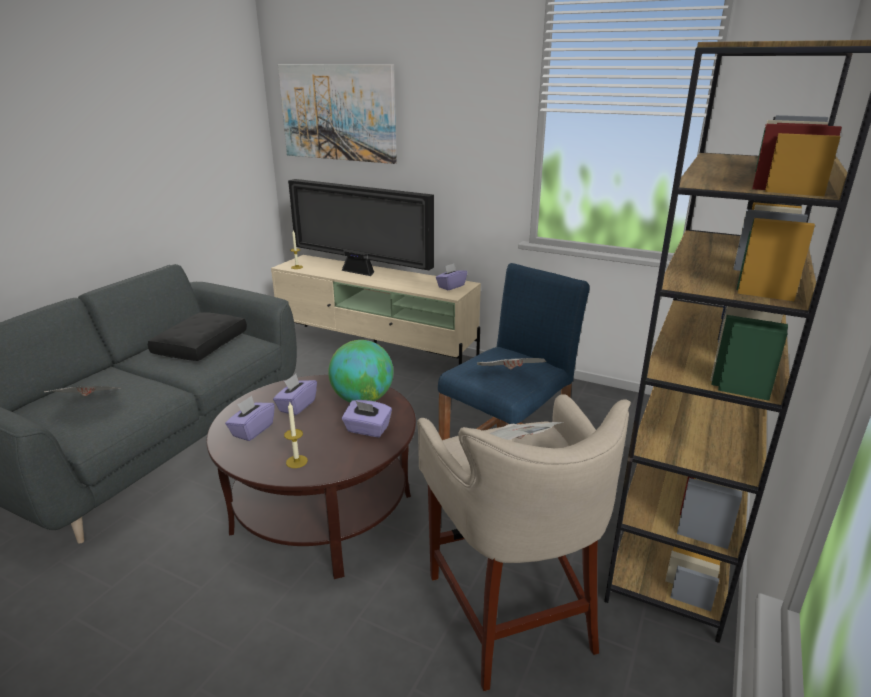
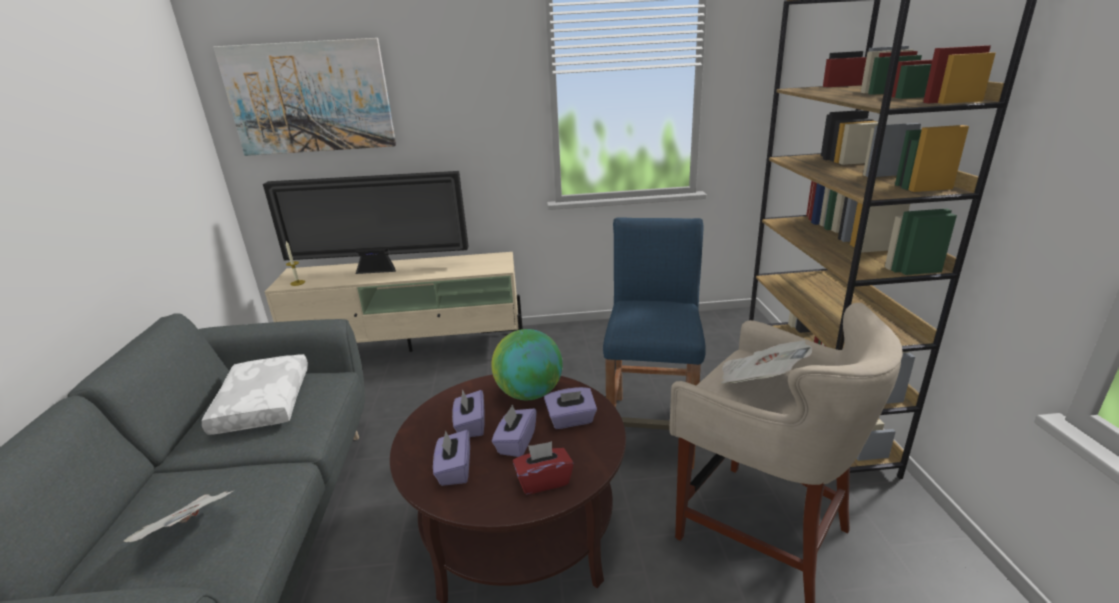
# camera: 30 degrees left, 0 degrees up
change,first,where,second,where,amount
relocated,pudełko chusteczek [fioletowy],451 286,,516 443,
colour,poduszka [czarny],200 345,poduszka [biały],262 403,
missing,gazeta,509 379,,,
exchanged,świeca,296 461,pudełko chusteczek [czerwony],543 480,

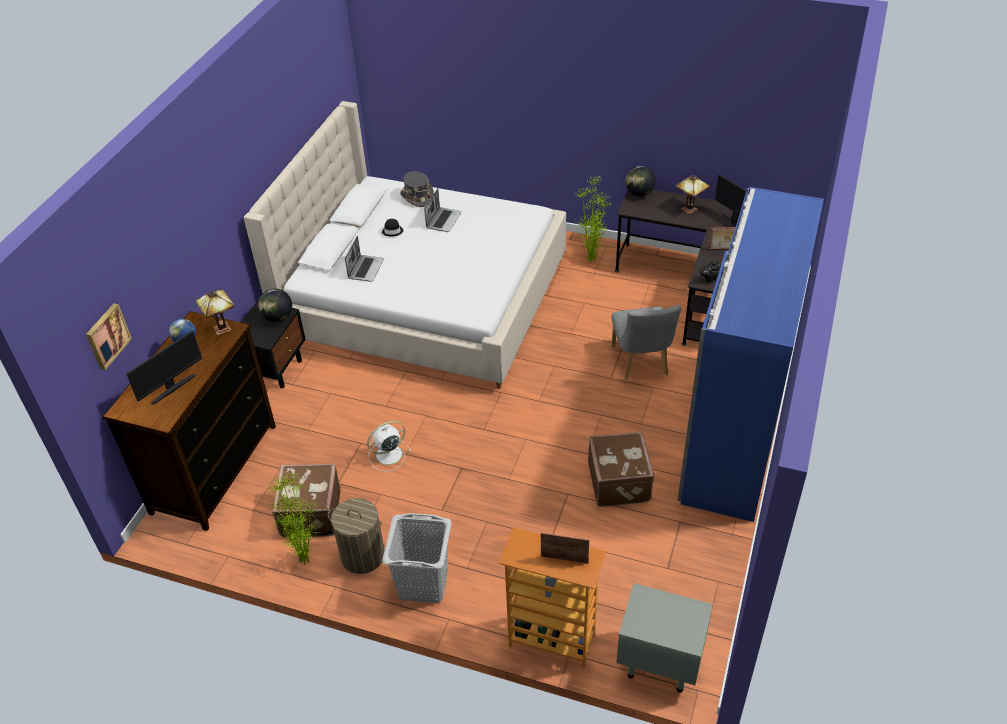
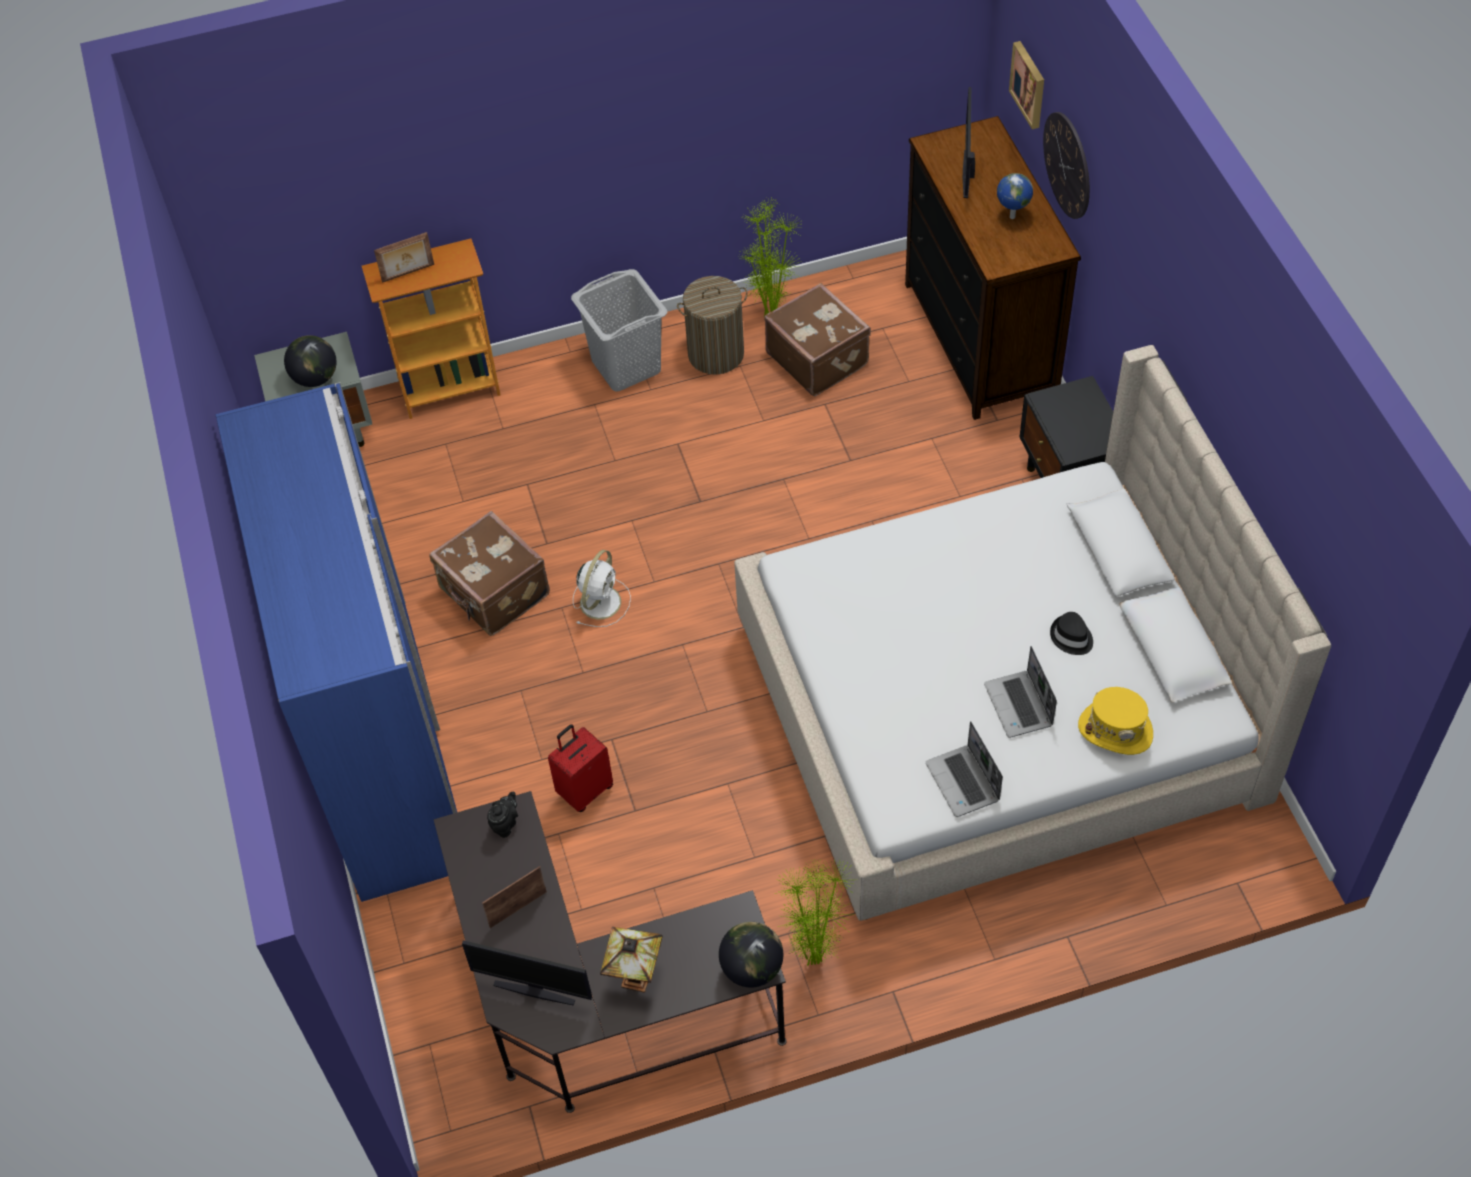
# camera: 145 degrees right, 10 degrees up
change,first,where,second,where,amount
colour,kapelusz [szary],417 197,kapelusz [żółty],1115 730,
relocated,laptop,365 269,,963 782,
missing,lampa stołowa,221 328,,,
relocated,globus,278 317,,315 378,
exchanged,krzesło [szary],641 363,walizka [czerwony],584 790,
relocated,wentylator [biały],387 455,,601 601,
appeared,,,zegar ścienny,1067 165,

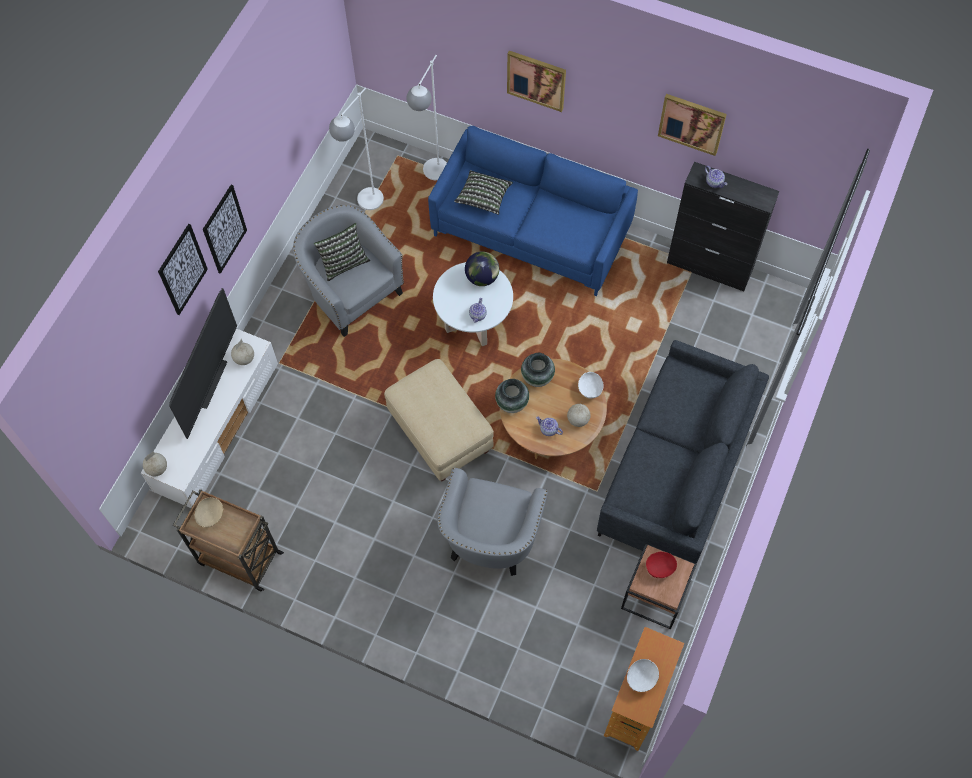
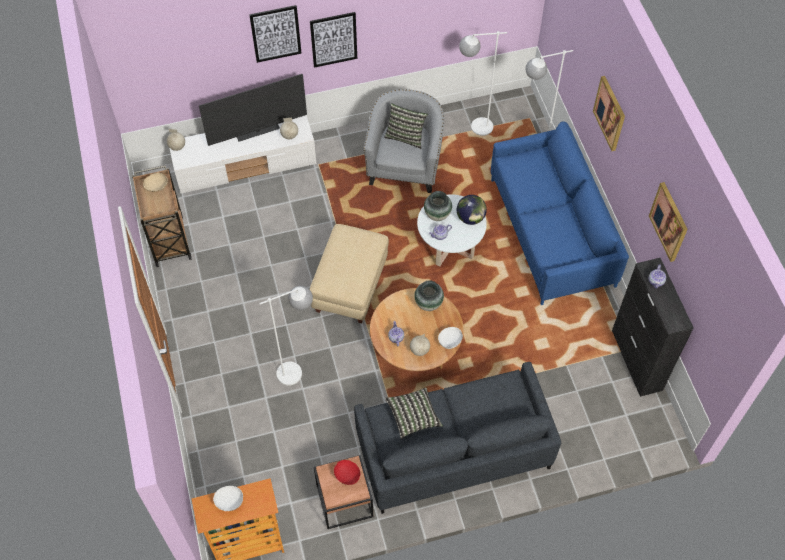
# camera: 50 degrees right, 5 degrees down
change,first,where,second,where,amount
relocated,poduszka,483 198,,413 416,
relocated,wazon,511 404,,437 215,
exchanged,fotel [szary],490 541,lampa stojąca [biały],298 370,

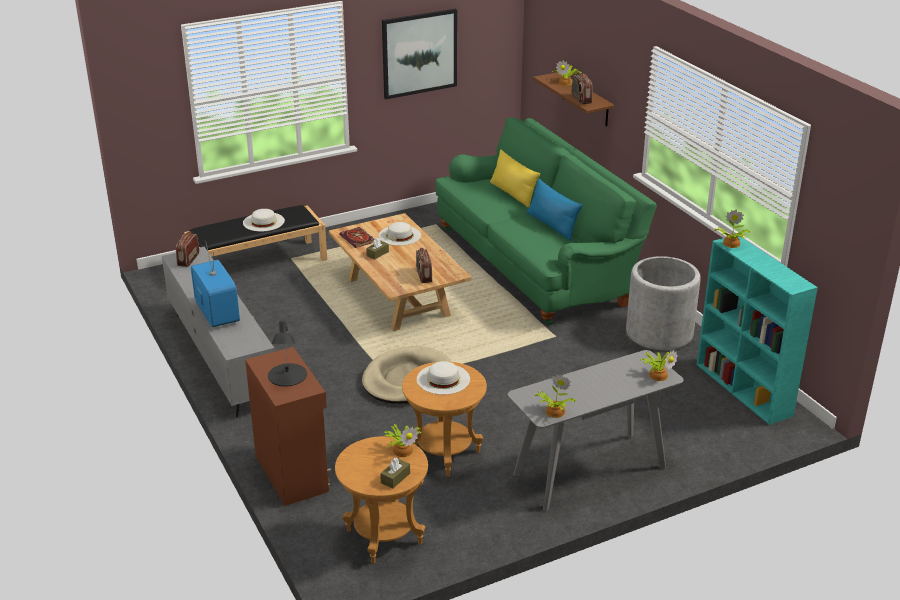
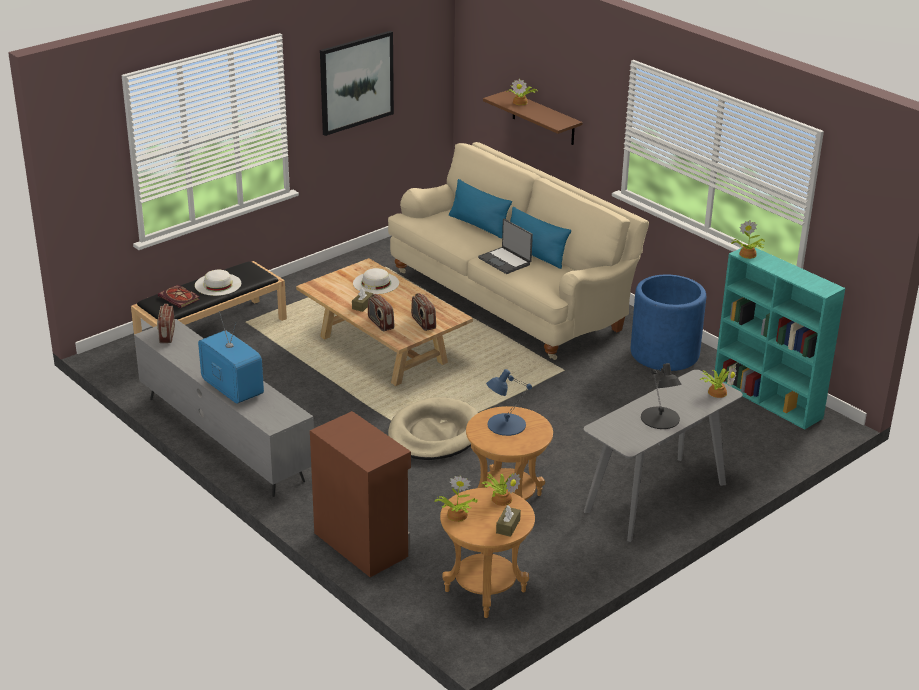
# camera: 15 degrees left, 0 degrees up
change,first,where,second,where,amount
relocated,radio,581 99,,380 323,
colour,kanapa [zielony],535 265,kanapa [beżowy],510 298,
colour,poduszka [żółty],513 194,poduszka [niebieski],478 225,
relocated,książka,358 239,,180 298,
colour,donica [szary],659 333,donica [niebieski],664 354,
relocated,lampa stołowa [czarny],287 375,,660 418,
exchanged,kapelusz [biały],443 379,lampa stołowa [niebieski],505 424,
relocated,roślina doniczkowa,554 412,,456 515,
appeared,,,laptop,505 261,

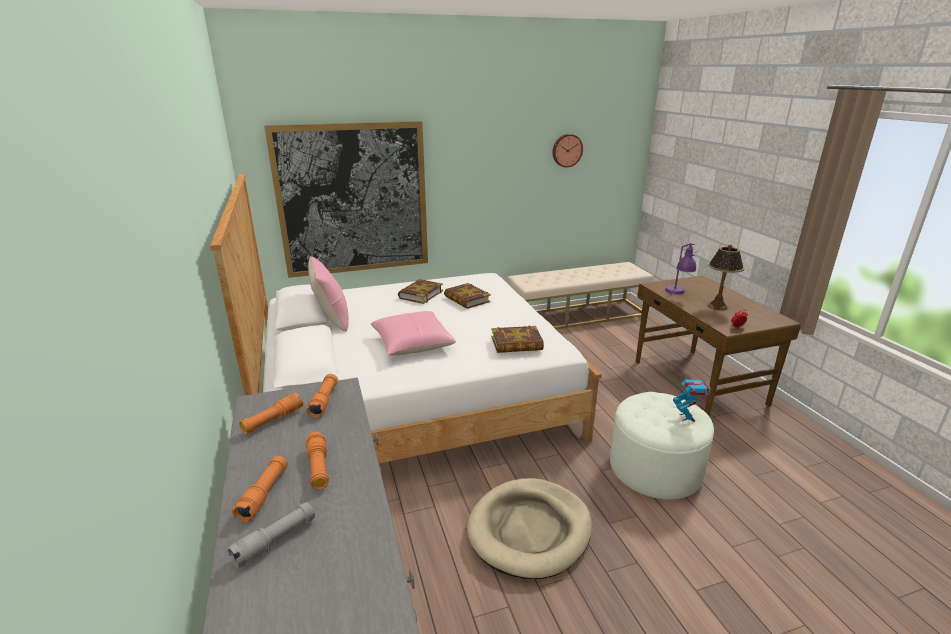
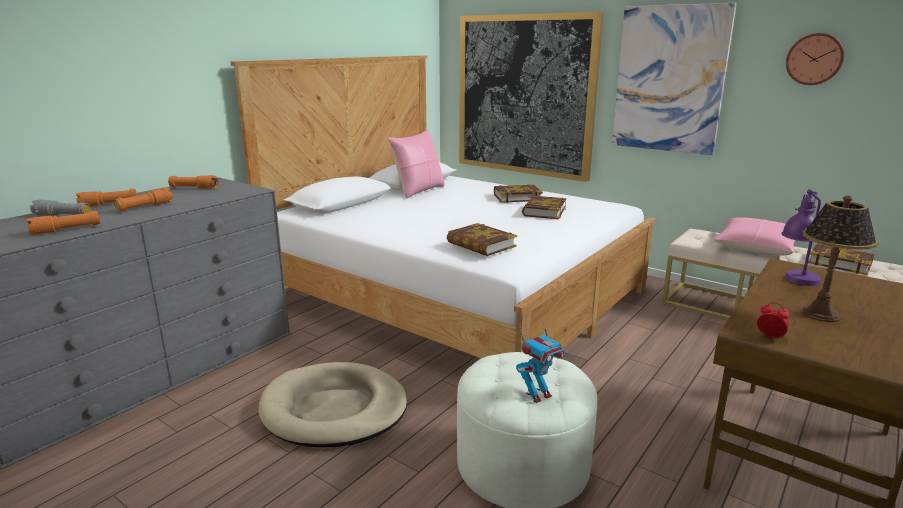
# camera: 55 degrees right, 5 degrees down
change,first,where,second,where,amount
relocated,poduszka [różowy],412 343,,755 247,
relocated,latarka [pomarańczowy],324 401,,66 230,
appeared,,,obraz,669 79,
appeared,,,książka,839 263,

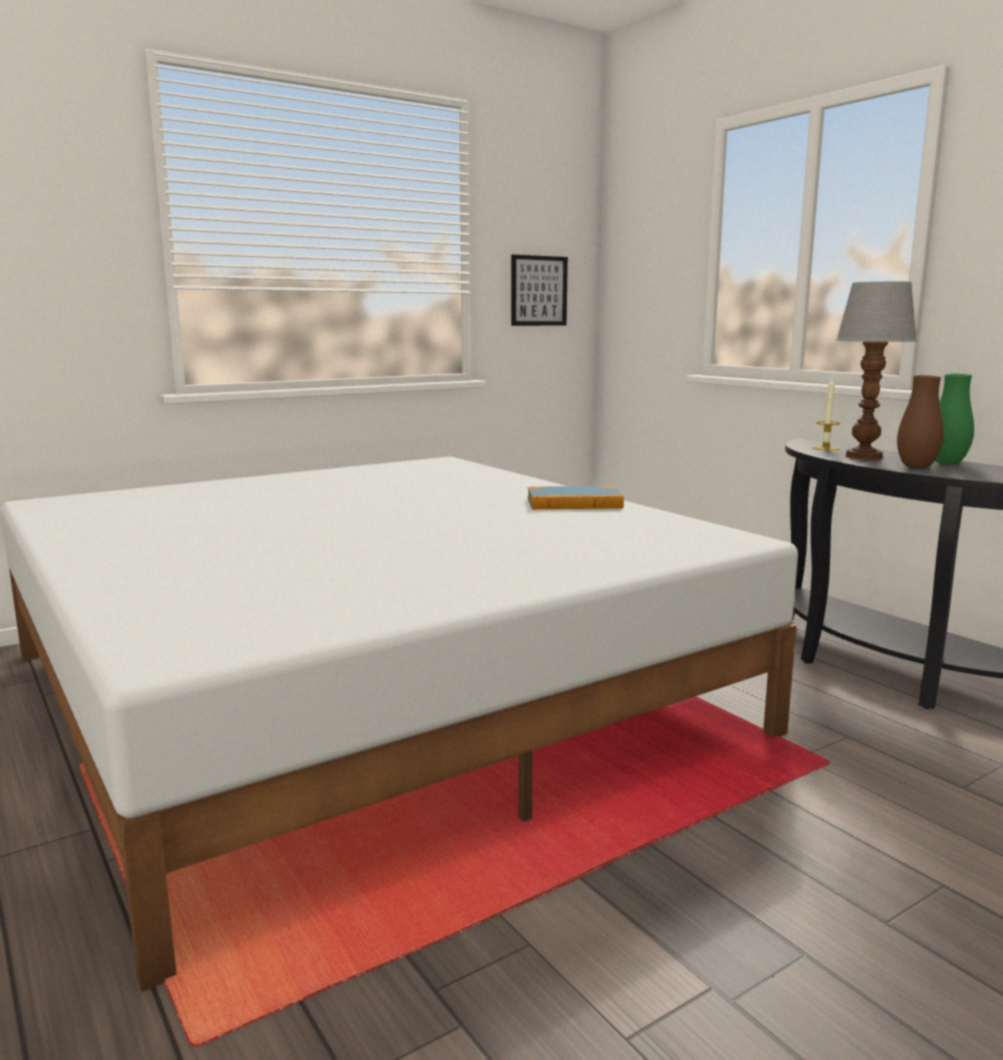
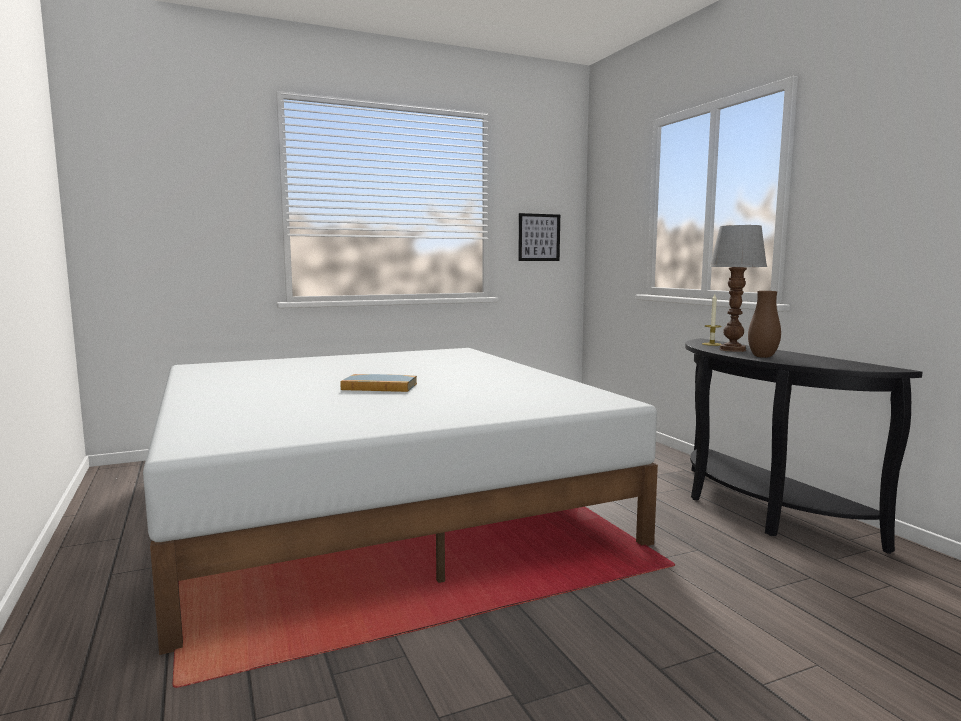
# camera: 10 degrees right, 5 degrees down
change,first,where,second,where,amount
missing,wazon [zielony],947 463,,,
relocated,książka,574 503,,379 387,

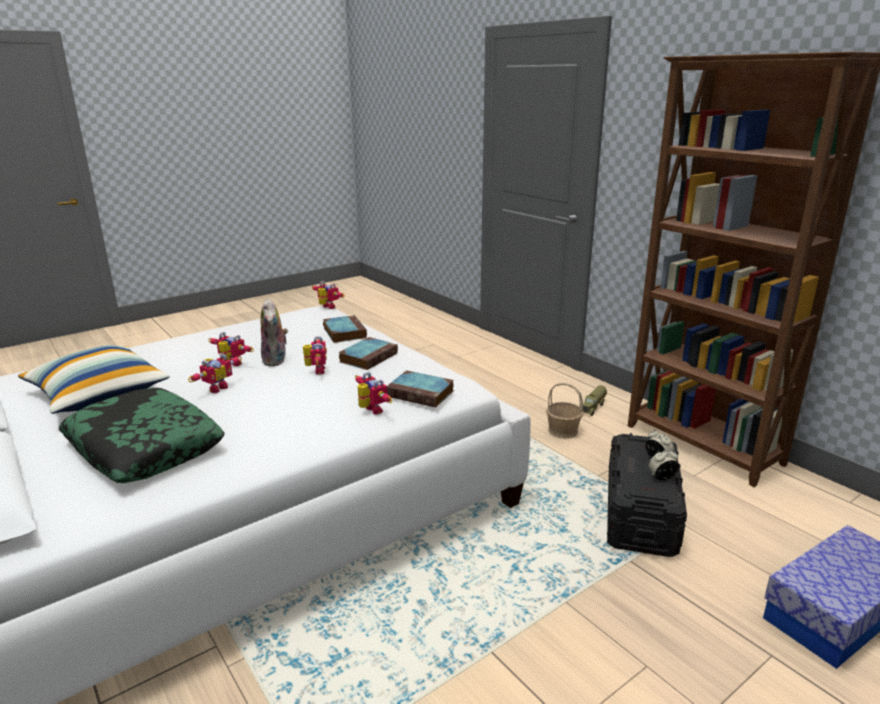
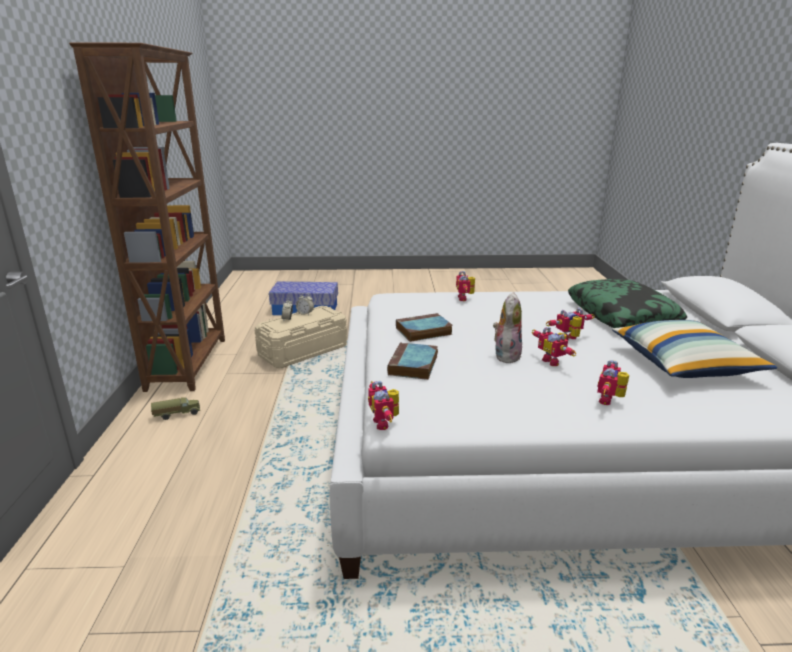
# camera: 145 degrees left, 0 degrees up
change,first,where,second,where,amount
relocated,robot zabawkowy,316 371,,610 401,
missing,książka,422 393,,,
missing,koszyk,563 431,,,
colour,pojemnik do przechowywania [czarny],640 513,pojemnik do przechowywania [beżowy],303 351,

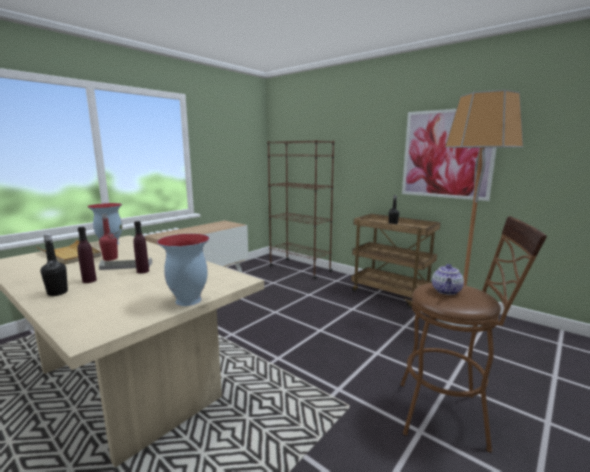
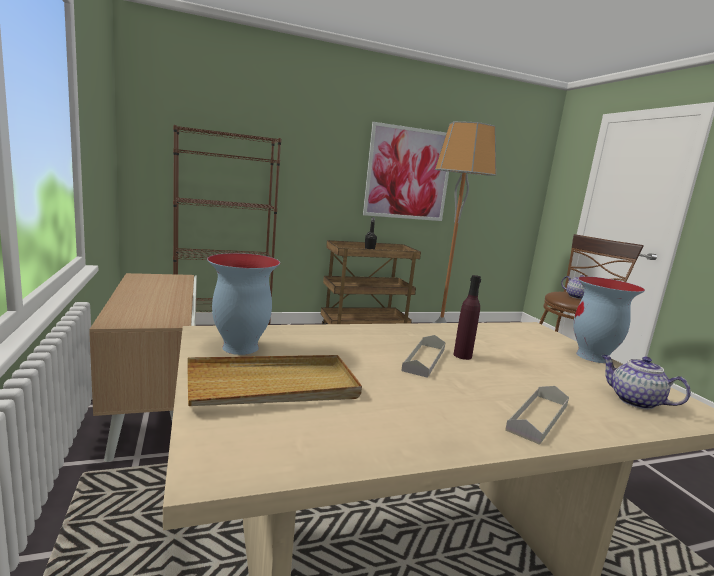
# camera: 60 degrees left, 0 degrees up
change,first,where,second,where,amount
missing,butelka [czerwony],110 259,,,
missing,butelka [fioletowy],89 281,,,
exchanged,butelka [czarny],57 293,taca [szary],538 417,
appeared,,,imbryk,634 401,

